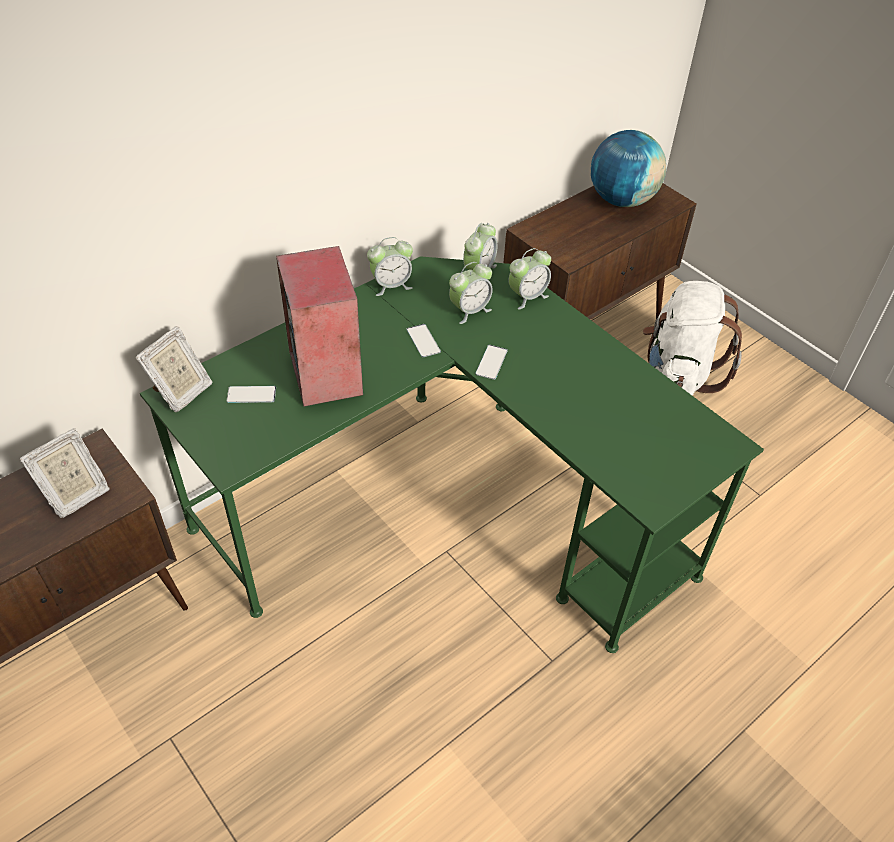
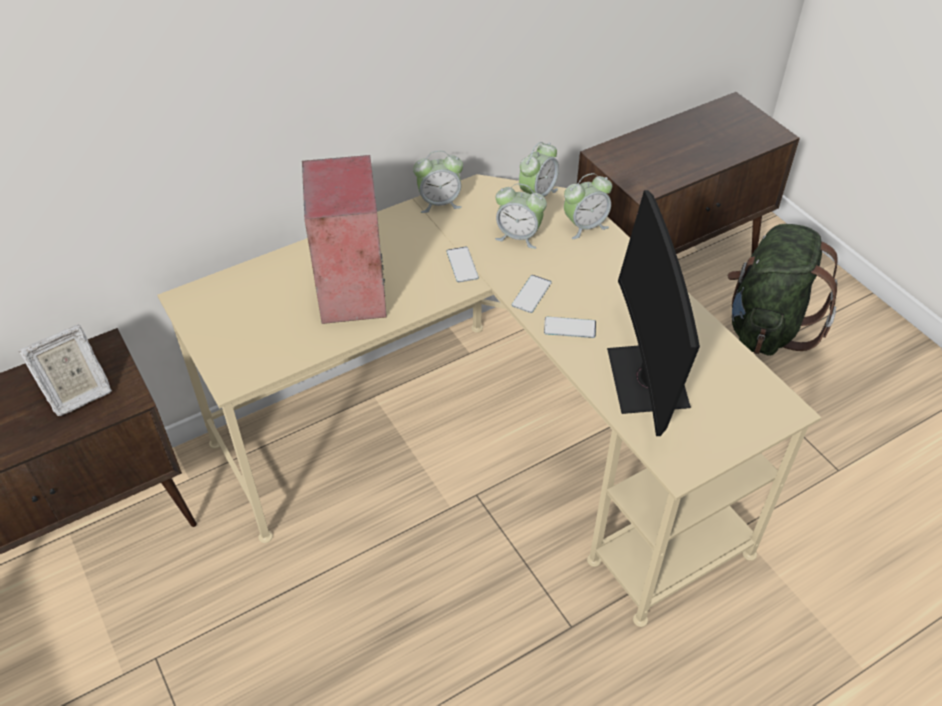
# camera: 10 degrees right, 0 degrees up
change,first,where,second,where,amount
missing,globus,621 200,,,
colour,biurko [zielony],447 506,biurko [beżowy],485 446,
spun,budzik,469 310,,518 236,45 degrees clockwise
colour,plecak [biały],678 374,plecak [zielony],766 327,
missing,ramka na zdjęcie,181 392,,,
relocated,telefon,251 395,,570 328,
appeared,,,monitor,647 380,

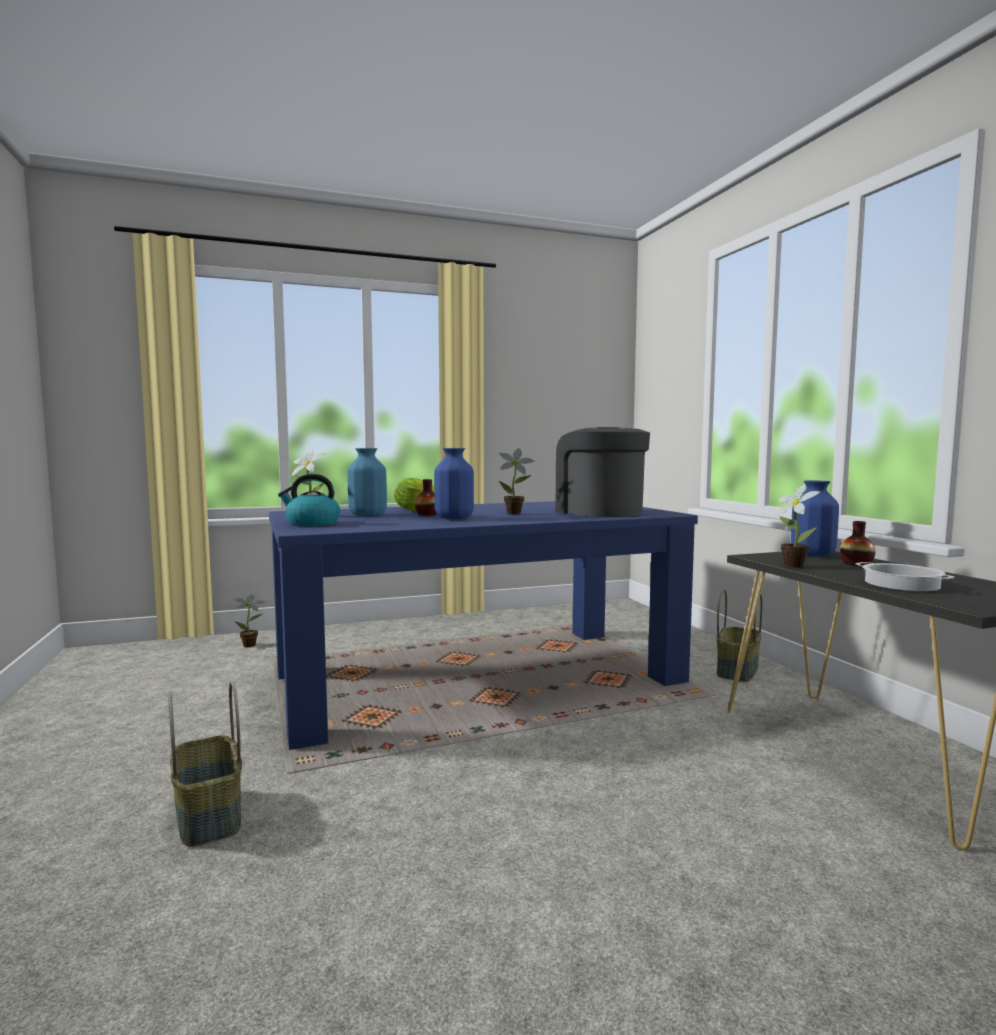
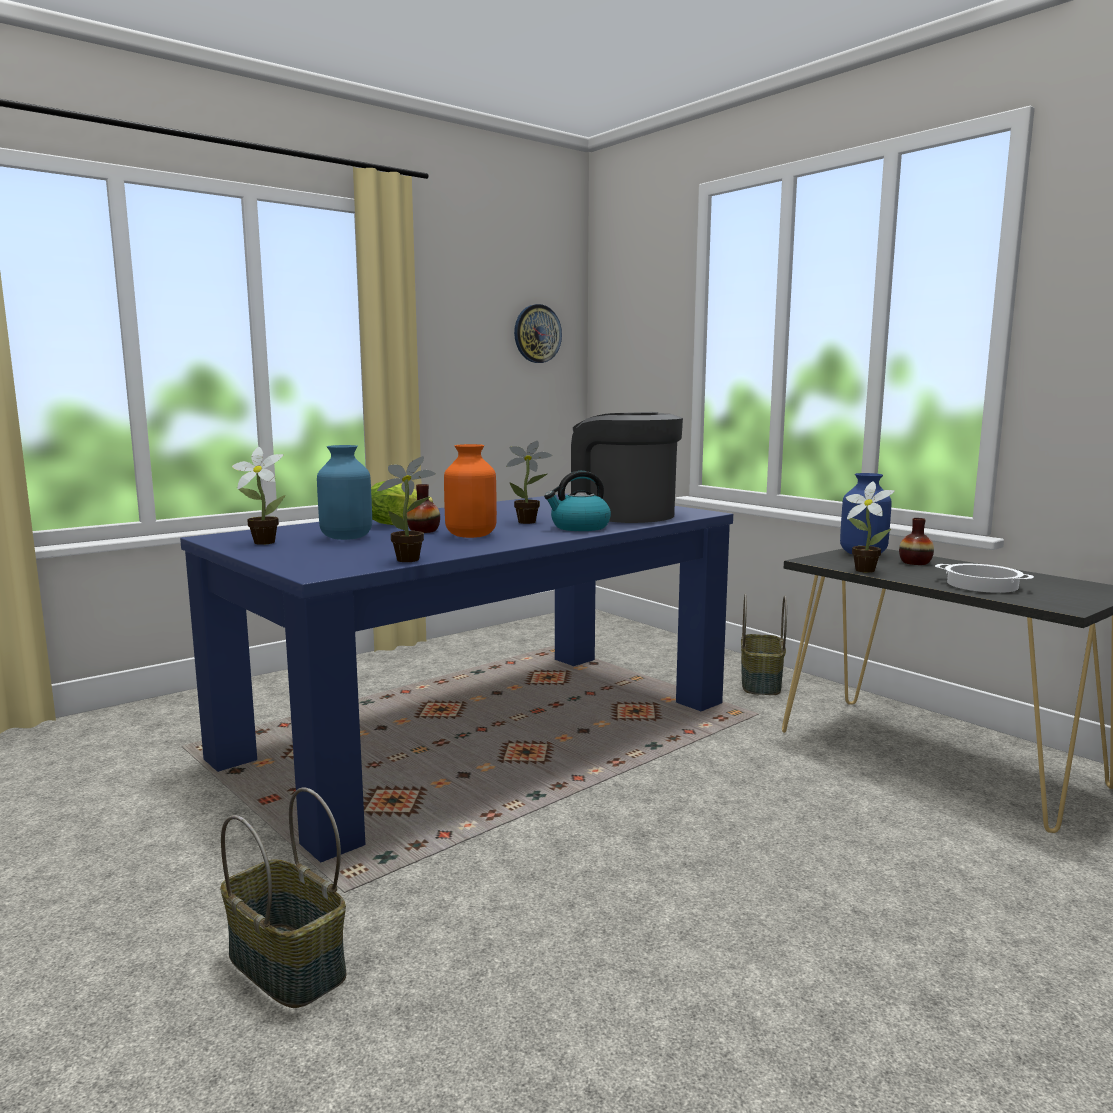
# camera: 20 degrees left, 5 degrees up
change,first,where,second,where,amount
colour,wazon [niebieski],454 518,wazon [pomarańczowy],471 535,
relocated,czajnik,312 523,,579 527,
relocated,roślina doniczkowa,251 645,,412 559,
appeared,,,zegar ścienny,537 333,

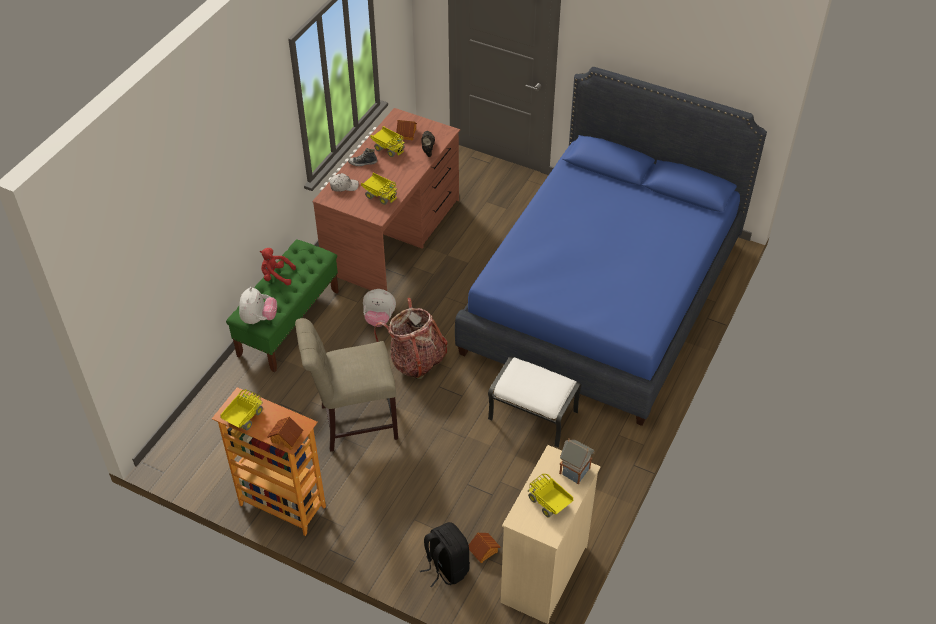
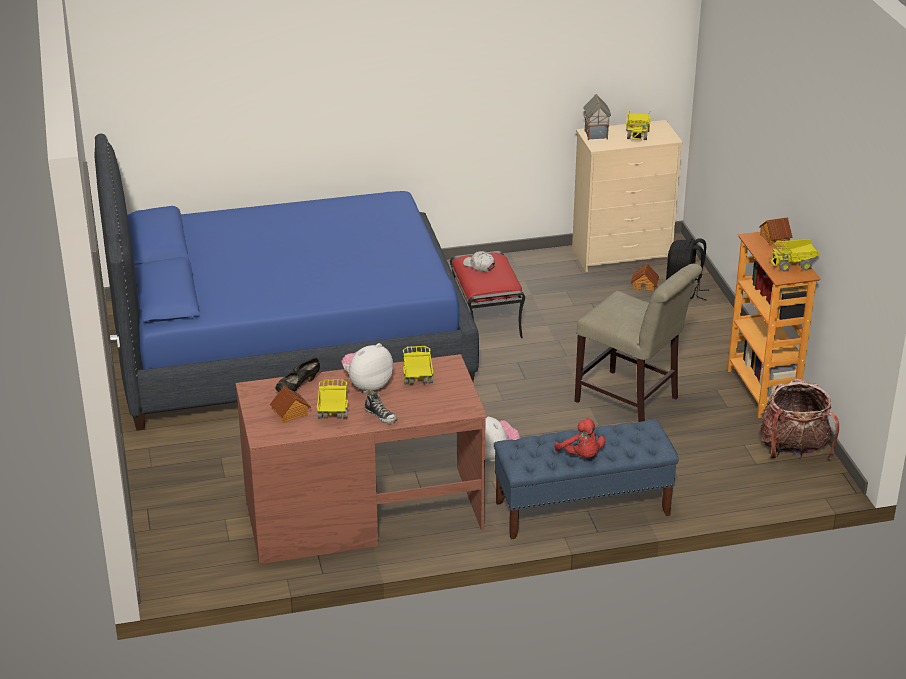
# camera: 130 degrees left, 15 degrees down
change,first,where,second,where,amount
relocated,czapka z daszkiem [biały],343 186,,479 266,
colour,ławka [zielony],289 323,ławka [niebieski],582 509,
relocated,pluszak,259 319,,367 385,
relocated,plecak,415 360,,794 449,
colour,pufa [biały],534 415,pufa [czerwony],485 319,

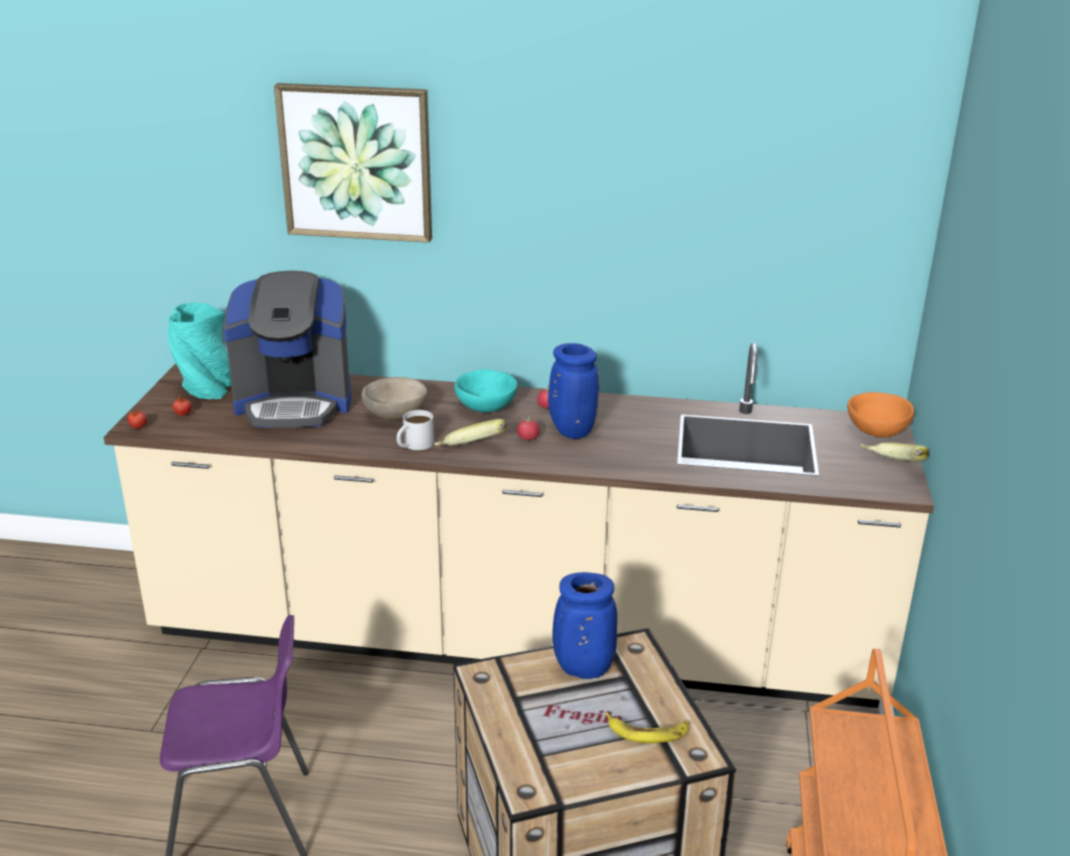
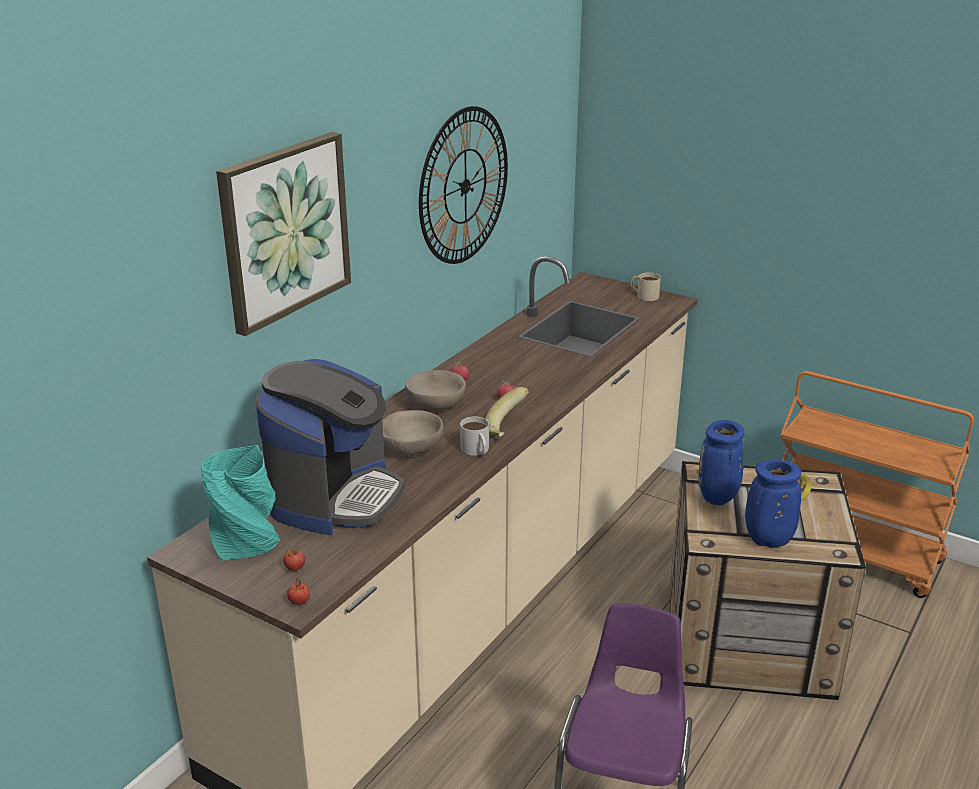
# camera: 65 degrees left, 0 degrees up
change,first,where,second,where,amount
relocated,wazon [niebieski],571 431,,767 541,
colour,miska [turkusowy],486 407,miska [beżowy],436 405,
missing,miska [pomarańczowy],876 431,,,
exchanged,banan,890 466,kubek [beżowy],644 295,
appeared,,,zegar ścienny,464 186,

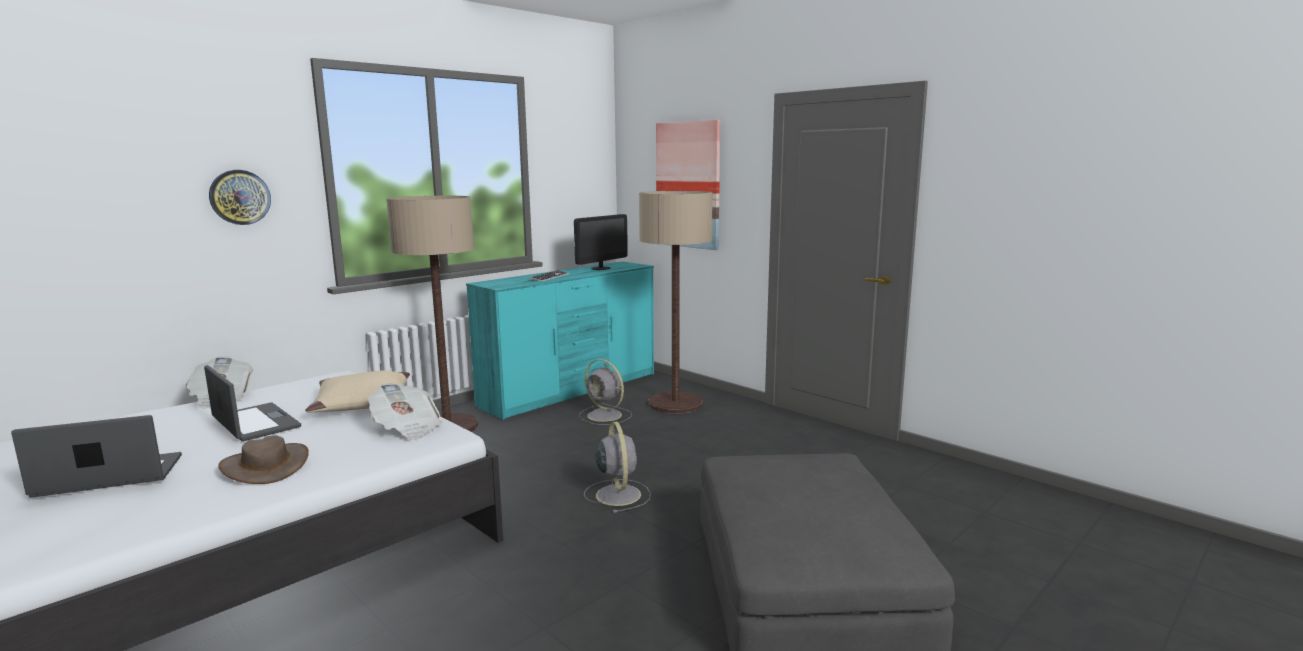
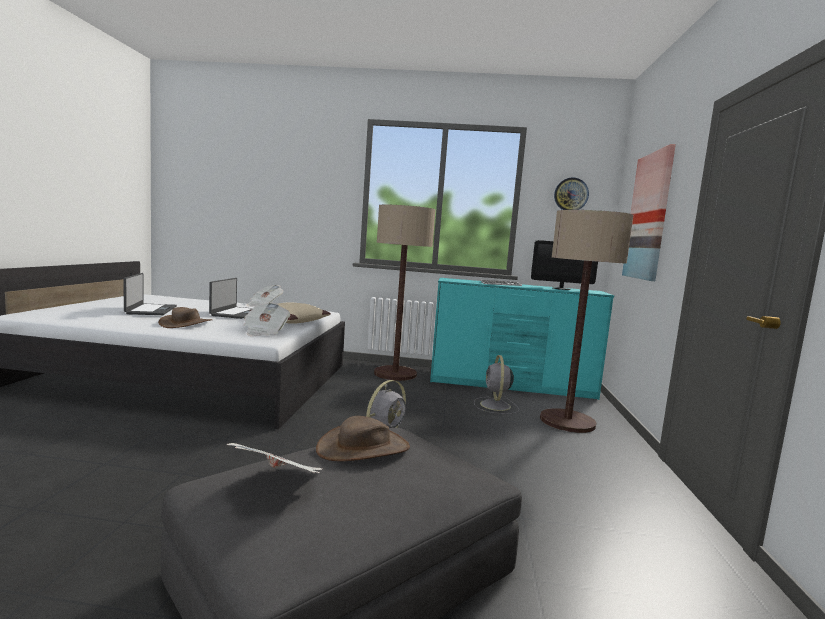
# camera: 50 degrees right, 5 degrees down
change,first,where,second,where,amount
relocated,zegar ścienny,240 197,,571 194,
spun,laptop,109 477,,150 310,45 degrees clockwise
appeared,,,kapelusz [brązowy],363 448,
appeared,,,gazeta,278 482,

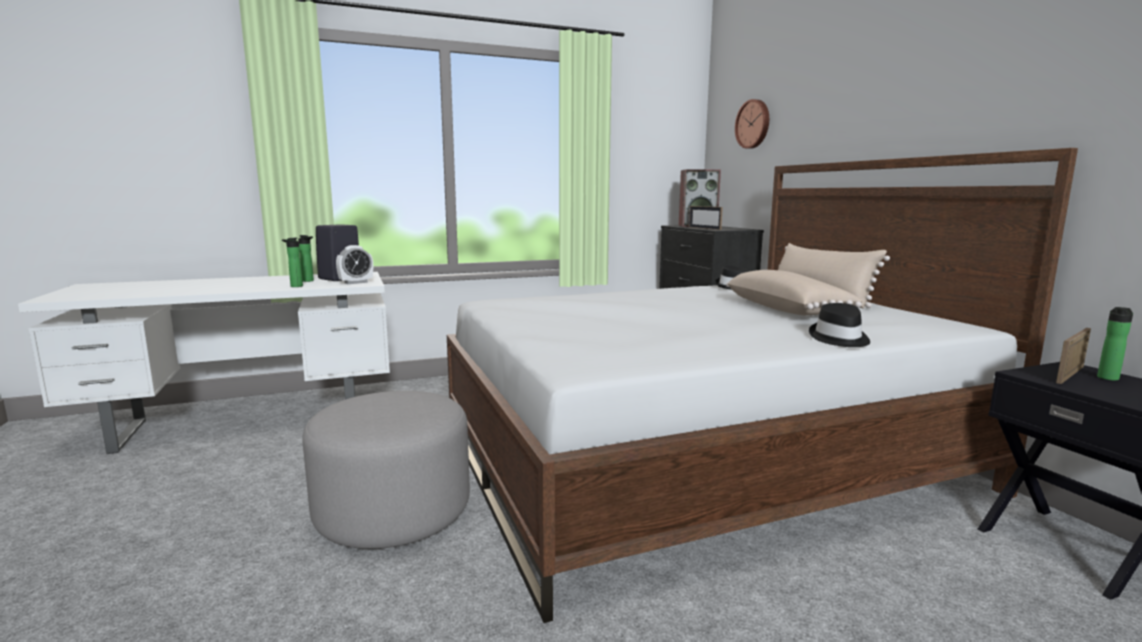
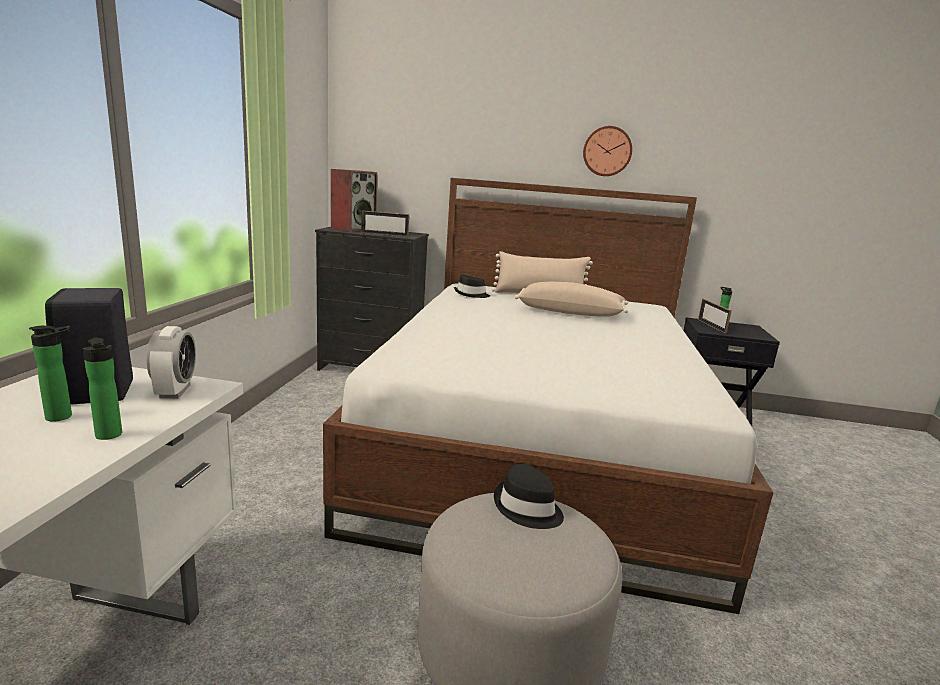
# camera: 60 degrees left, 5 degrees up
change,first,where,second,where,amount
relocated,zegar ścienny,753 124,,607 151,
relocated,kapelusz [czarny],839 338,,527 508,

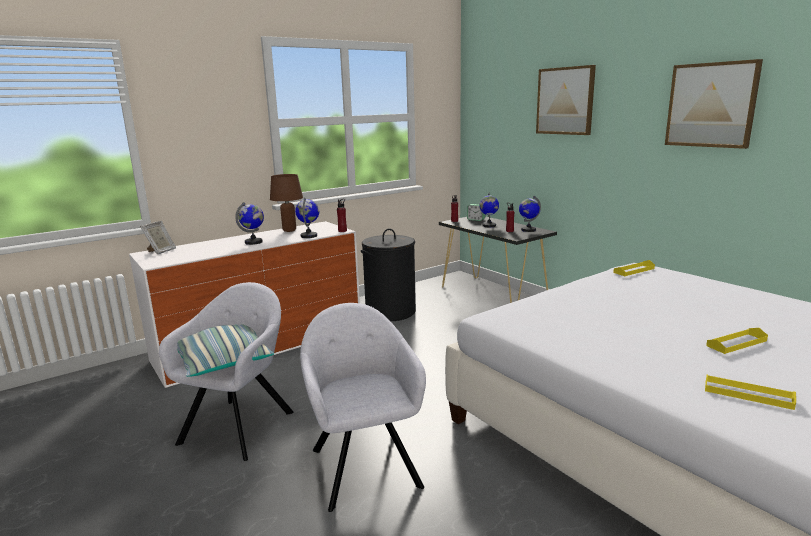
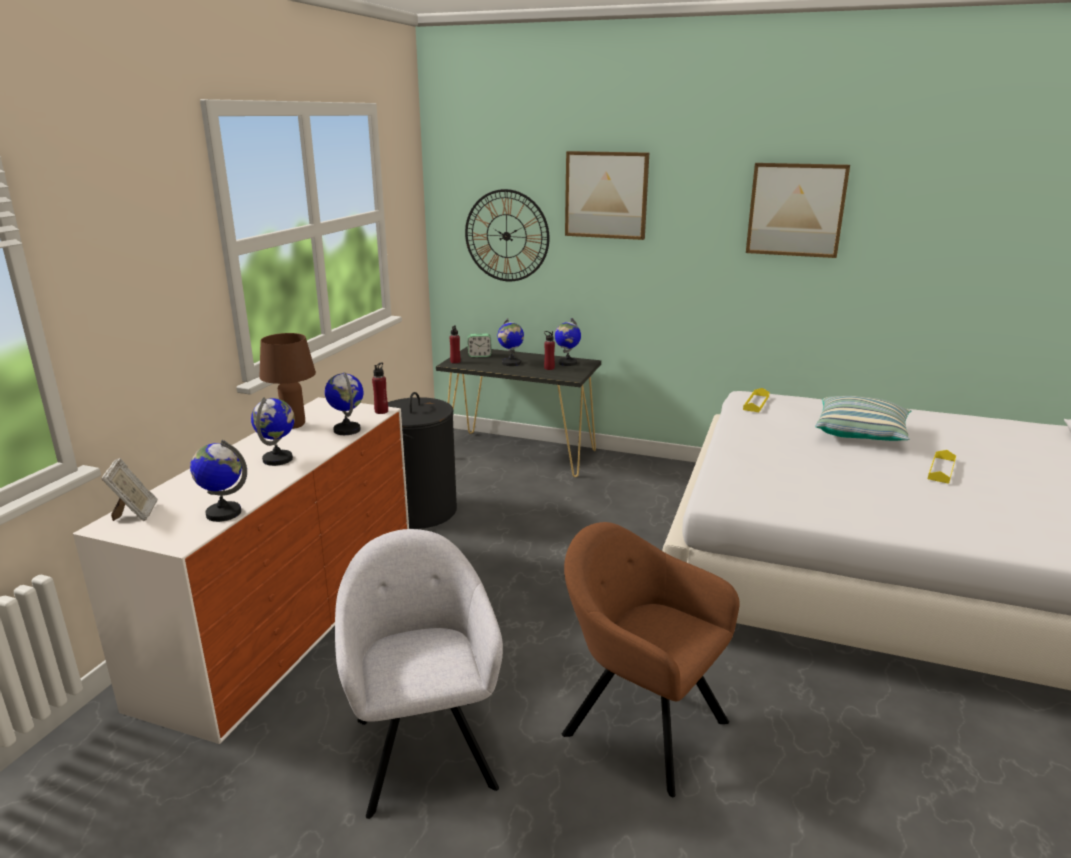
# camera: 35 degrees left, 5 degrees up
change,first,where,second,where,amount
colour,fotel [szary],364 464,fotel [brązowy],639 724,
relocated,poduszka,225 363,,861 433,
missing,taca [żółty],747 394,,,
appeared,,,zegar ścienny,506 236,
appeared,,,globus,223 513,

